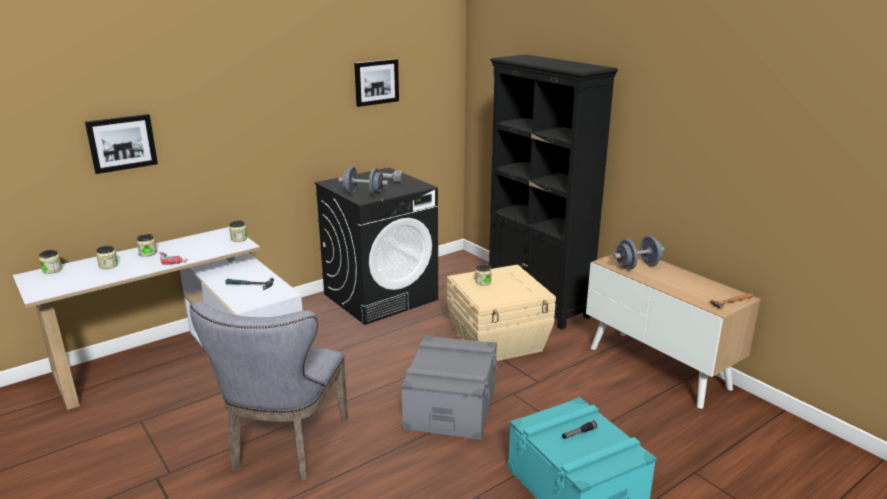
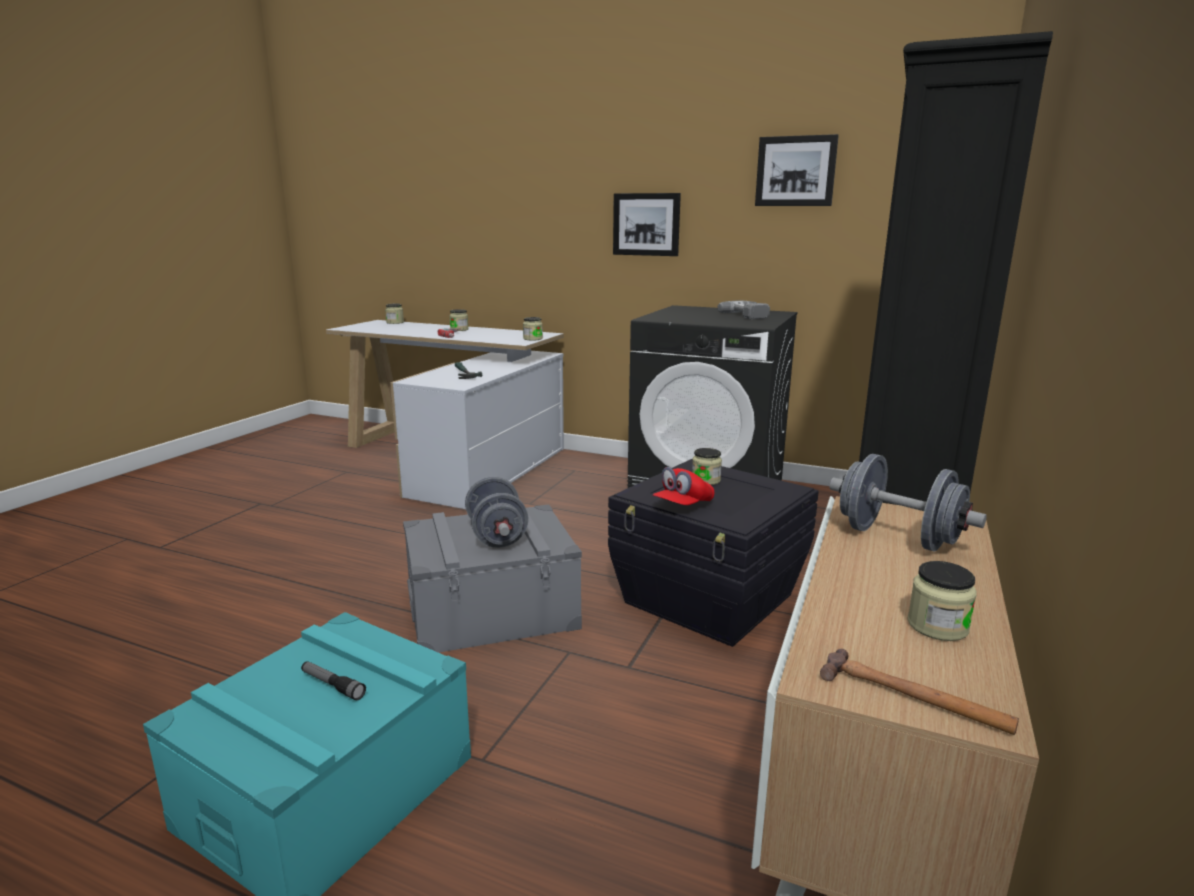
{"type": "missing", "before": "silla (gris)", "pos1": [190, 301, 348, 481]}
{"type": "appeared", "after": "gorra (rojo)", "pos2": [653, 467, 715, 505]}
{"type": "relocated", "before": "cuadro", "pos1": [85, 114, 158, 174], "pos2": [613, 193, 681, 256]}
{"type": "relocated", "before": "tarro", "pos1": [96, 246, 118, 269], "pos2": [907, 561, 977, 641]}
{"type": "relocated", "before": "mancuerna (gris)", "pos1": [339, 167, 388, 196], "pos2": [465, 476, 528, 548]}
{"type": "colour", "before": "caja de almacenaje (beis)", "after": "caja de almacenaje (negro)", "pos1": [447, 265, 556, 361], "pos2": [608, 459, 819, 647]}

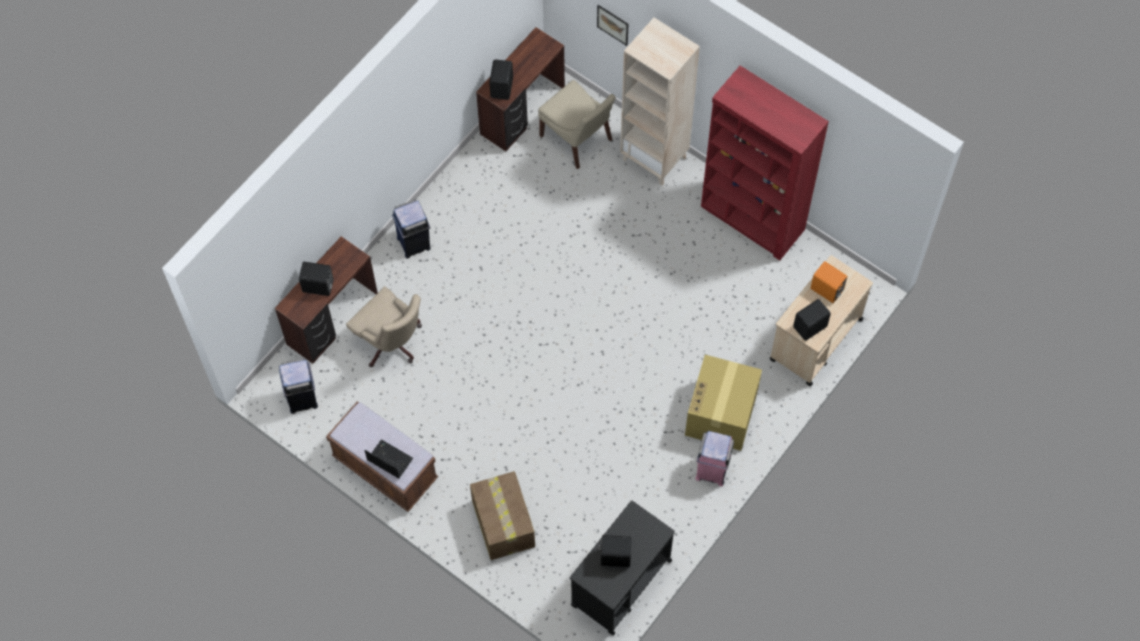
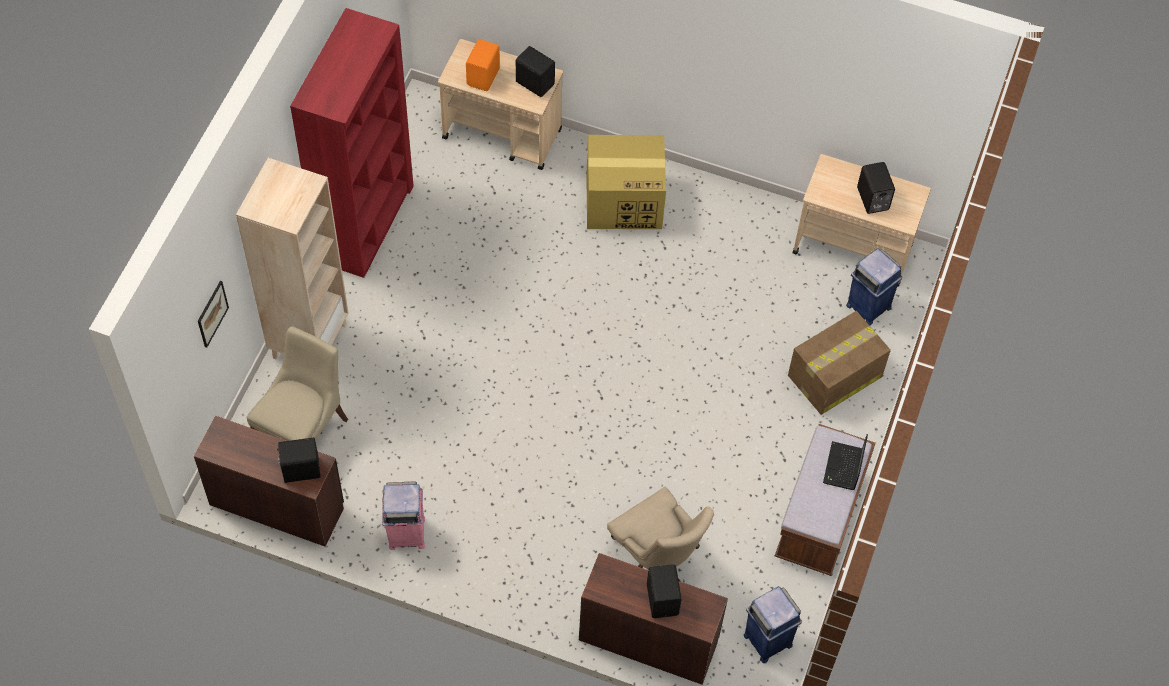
{"type": "relocated", "before": "papelera (azul)", "pos1": [392, 200, 431, 258], "pos2": [846, 248, 902, 326]}
{"type": "relocated", "before": "papelera (rosa)", "pos1": [696, 431, 734, 486], "pos2": [382, 481, 425, 550]}
{"type": "colour", "before": "carrito (negro)", "after": "carrito (beis)", "pos1": [570, 501, 675, 635], "pos2": [793, 154, 931, 287]}
{"type": "spun", "before": "silla de oficina (beis)", "pos1": [346, 286, 422, 367], "pos2": [607, 487, 714, 582], "turn": 120}

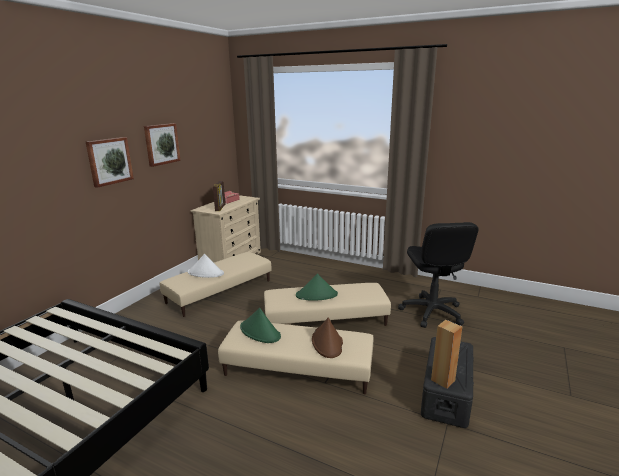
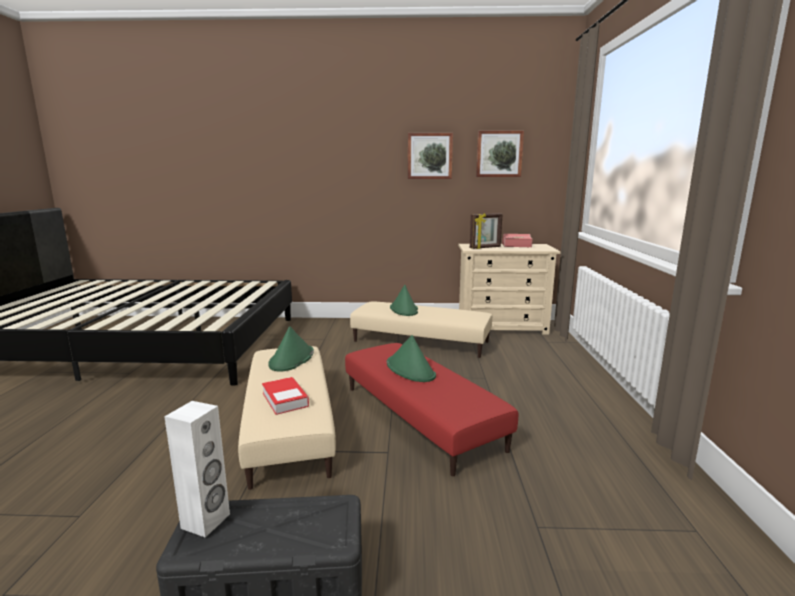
{"type": "missing", "before": "silla de oficina (negro)", "pos1": [398, 222, 479, 328]}
{"type": "relocated", "before": "cuadro", "pos1": [86, 137, 134, 188], "pos2": [476, 130, 524, 177]}
{"type": "exchanged", "before": "sombrero (marrón)", "after": "libro", "pos1": [312, 318, 343, 358], "pos2": [262, 377, 309, 415]}
{"type": "colour", "before": "sombrero (blanco)", "after": "sombrero (verde)", "pos1": [188, 254, 224, 278], "pos2": [390, 285, 418, 316]}
{"type": "colour", "before": "puf (beis)", "after": "puf (rojo)", "pos1": [264, 283, 391, 326], "pos2": [345, 343, 518, 476]}
{"type": "colour", "before": "altavoz (marrón)", "after": "altavoz (blanco)", "pos1": [431, 320, 462, 389], "pos2": [164, 401, 230, 538]}

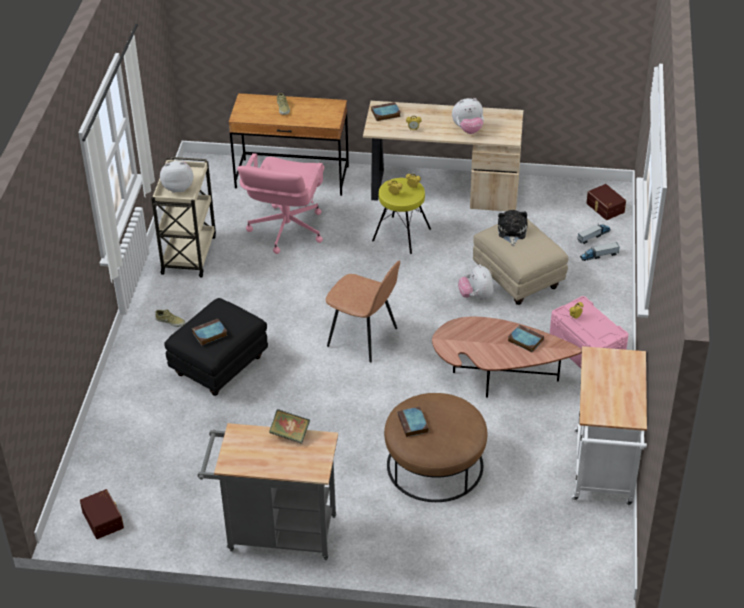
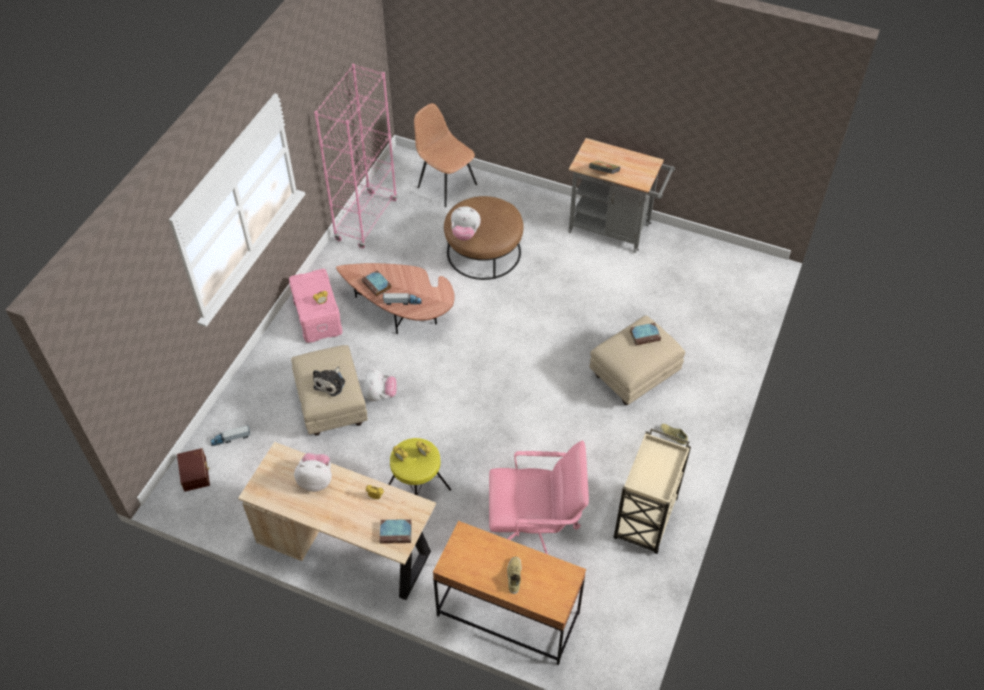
{"type": "missing", "before": "caja de almacenaje (marrón)", "pos1": [80, 489, 124, 539]}
{"type": "missing", "before": "libro", "pos1": [398, 407, 429, 437]}
{"type": "relocated", "before": "peluche", "pos1": [160, 161, 193, 193], "pos2": [451, 206, 481, 241]}
{"type": "relocated", "before": "silla (marrón)", "pos1": [326, 260, 400, 362], "pos2": [414, 103, 477, 207]}
{"type": "relocated", "before": "camión de juguete", "pos1": [580, 242, 620, 261], "pos2": [383, 293, 422, 305]}
{"type": "exchanged", "before": "carrito (blanco)", "after": "estantería (rosa)", "pos1": [571, 346, 647, 506], "pos2": [314, 64, 398, 249]}
{"type": "colour", "before": "puf (negro)", "after": "puf (beis)", "pos1": [164, 298, 268, 396], "pos2": [589, 316, 685, 405]}
{"type": "spun", "before": "silla de oficina (rosa)", "pos1": [237, 153, 324, 254], "pos2": [489, 441, 589, 554], "turn": 60}

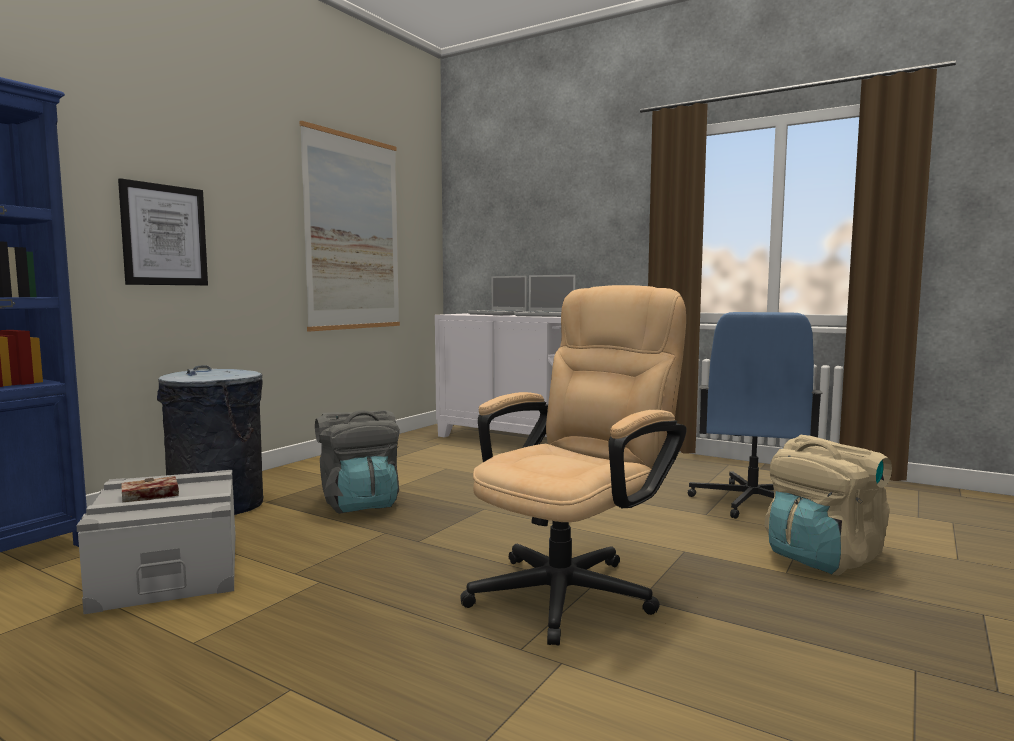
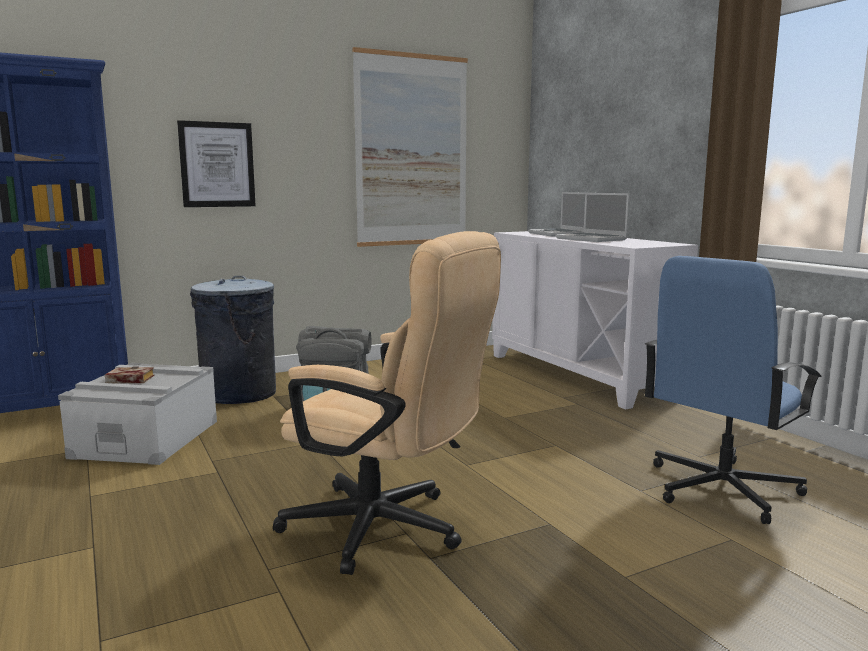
{"type": "missing", "before": "mochila (beis)", "pos1": [765, 435, 892, 576]}
{"type": "spun", "before": "silla de oficina (beis)", "pos1": [460, 285, 687, 646], "pos2": [273, 231, 501, 575], "turn": 45}

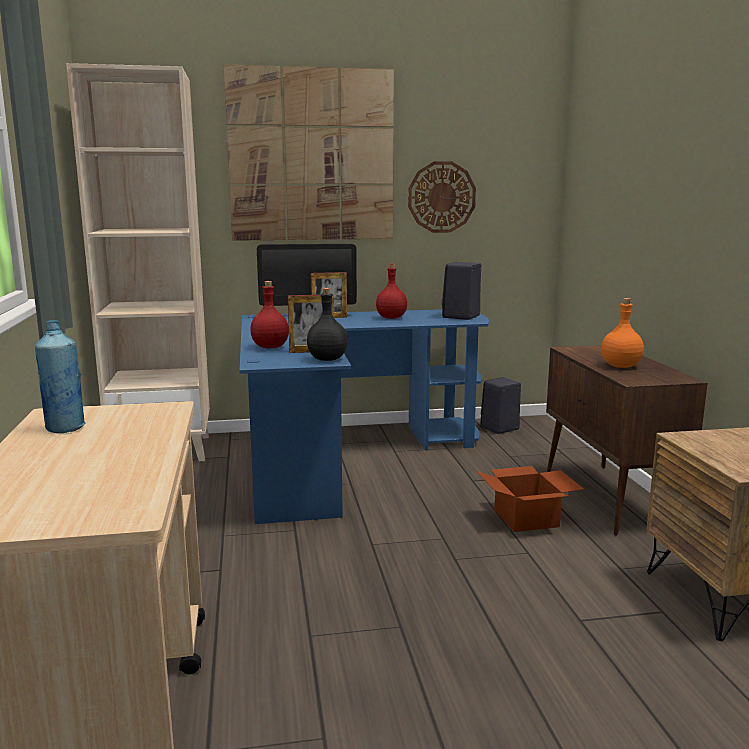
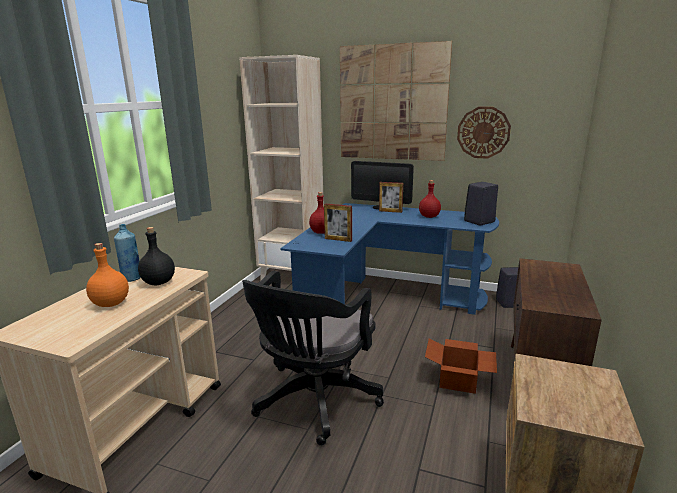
{"type": "appeared", "after": "silla de oficina (negro)", "pos2": [242, 271, 384, 446]}
{"type": "relocated", "before": "botella (negro)", "pos1": [307, 288, 348, 361], "pos2": [138, 227, 175, 285]}
{"type": "relocated", "before": "botella (naranja)", "pos1": [601, 298, 644, 368], "pos2": [86, 243, 129, 307]}

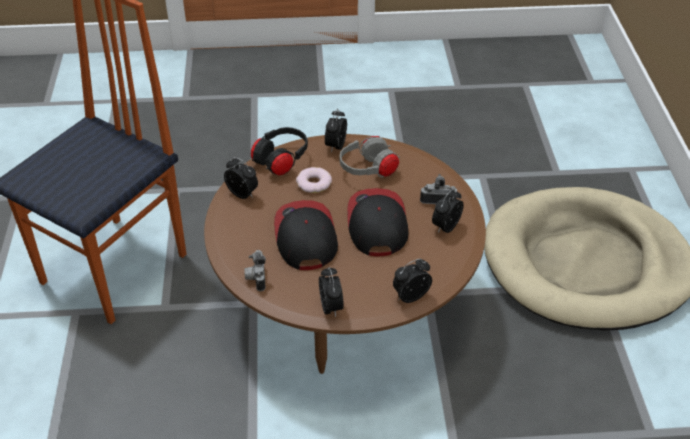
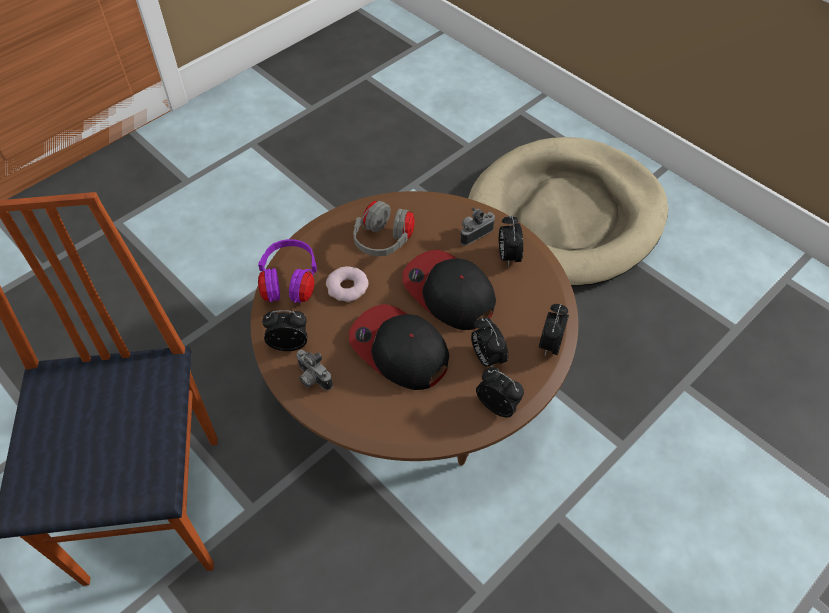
{"type": "relocated", "before": "cámara", "pos1": [244, 250, 266, 291], "pos2": [296, 350, 333, 390]}
{"type": "relocated", "before": "despertador", "pos1": [325, 108, 347, 153], "pos2": [471, 317, 508, 367]}
{"type": "colour", "before": "auriculares (negro)", "after": "auriculares (morado)", "pos1": [251, 127, 308, 175], "pos2": [258, 239, 317, 303]}

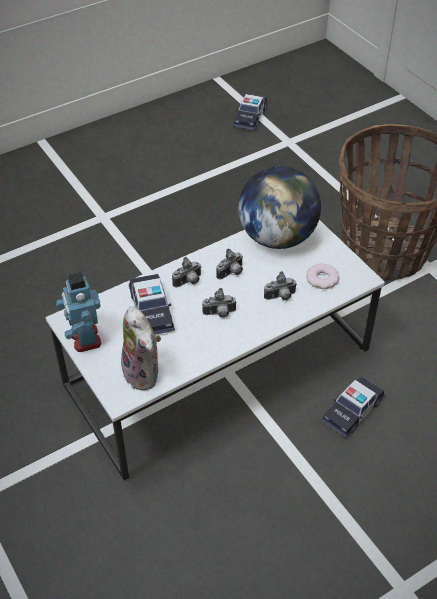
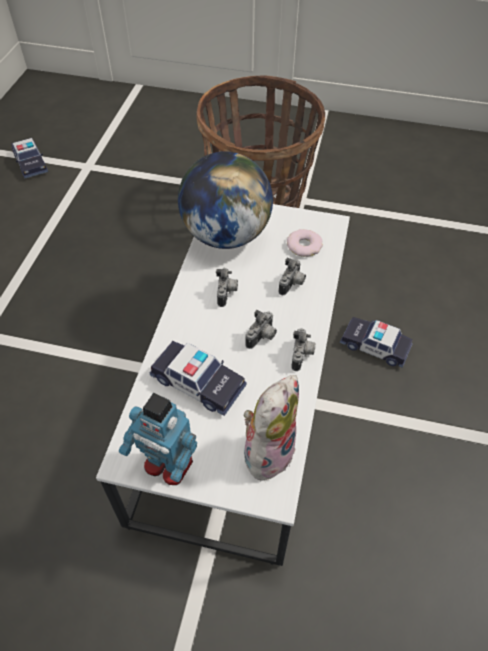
{"type": "relocated", "before": "cámara", "pos1": [172, 257, 202, 288], "pos2": [291, 328, 316, 371]}
{"type": "spun", "before": "peluche", "pos1": [121, 306, 161, 390], "pos2": [244, 375, 299, 484], "turn": -75}
{"type": "spun", "before": "coche de juguete", "pos1": [321, 376, 385, 438], "pos2": [340, 317, 413, 368], "turn": 120}

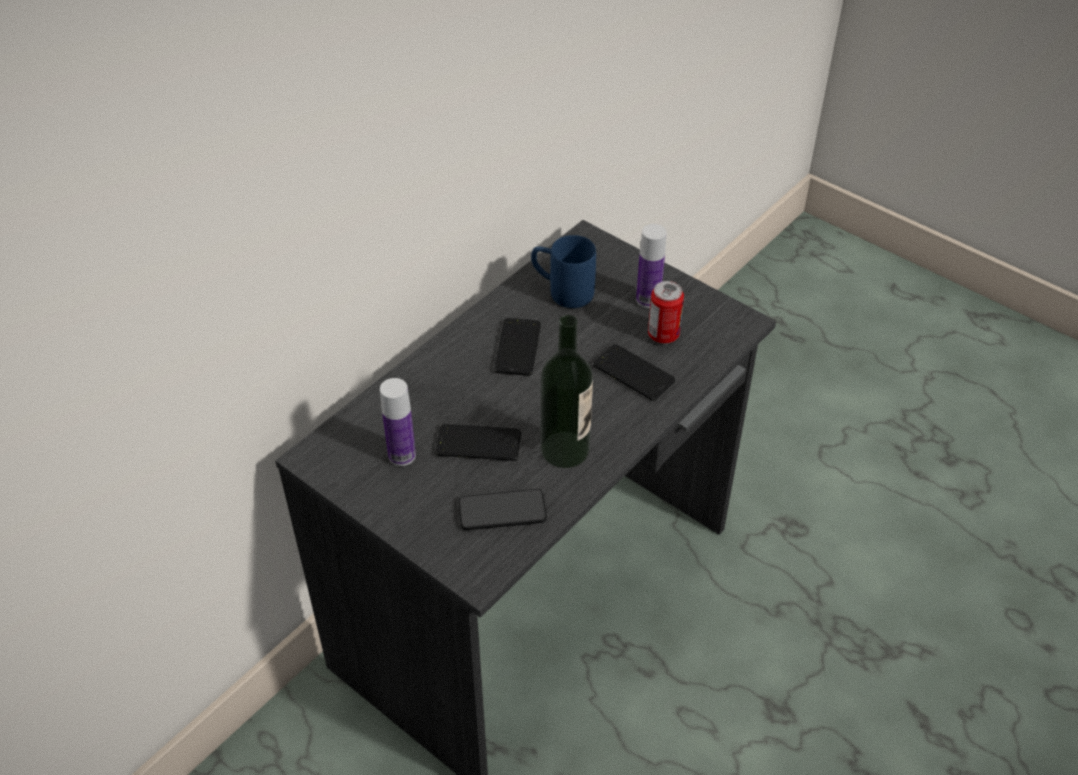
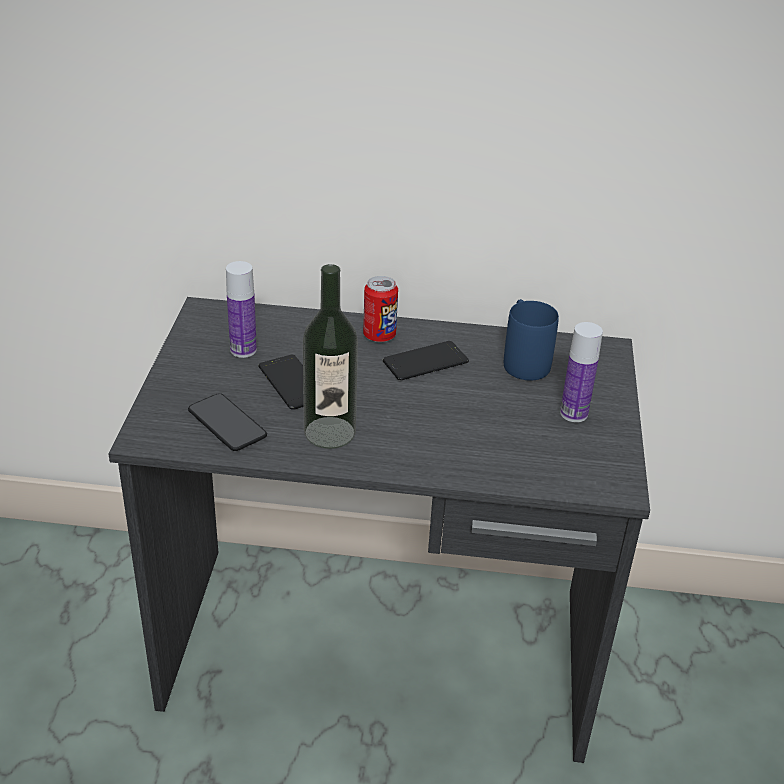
{"type": "missing", "before": "móvil", "pos1": [593, 344, 675, 401]}
{"type": "relocated", "before": "lata", "pos1": [648, 281, 684, 343], "pos2": [363, 276, 398, 342]}

